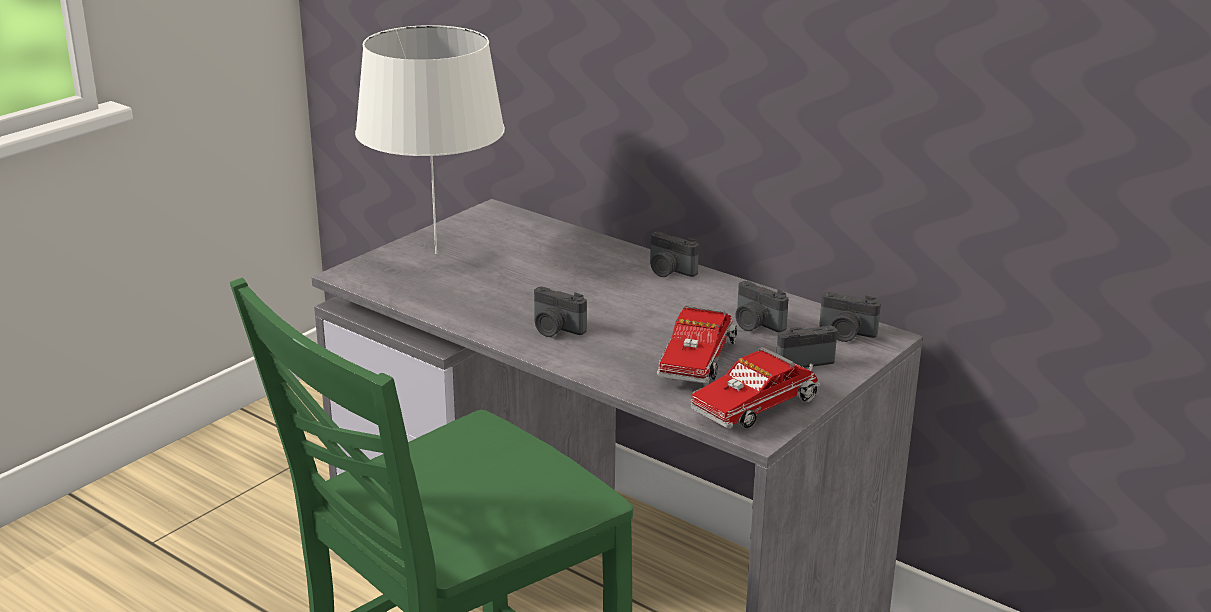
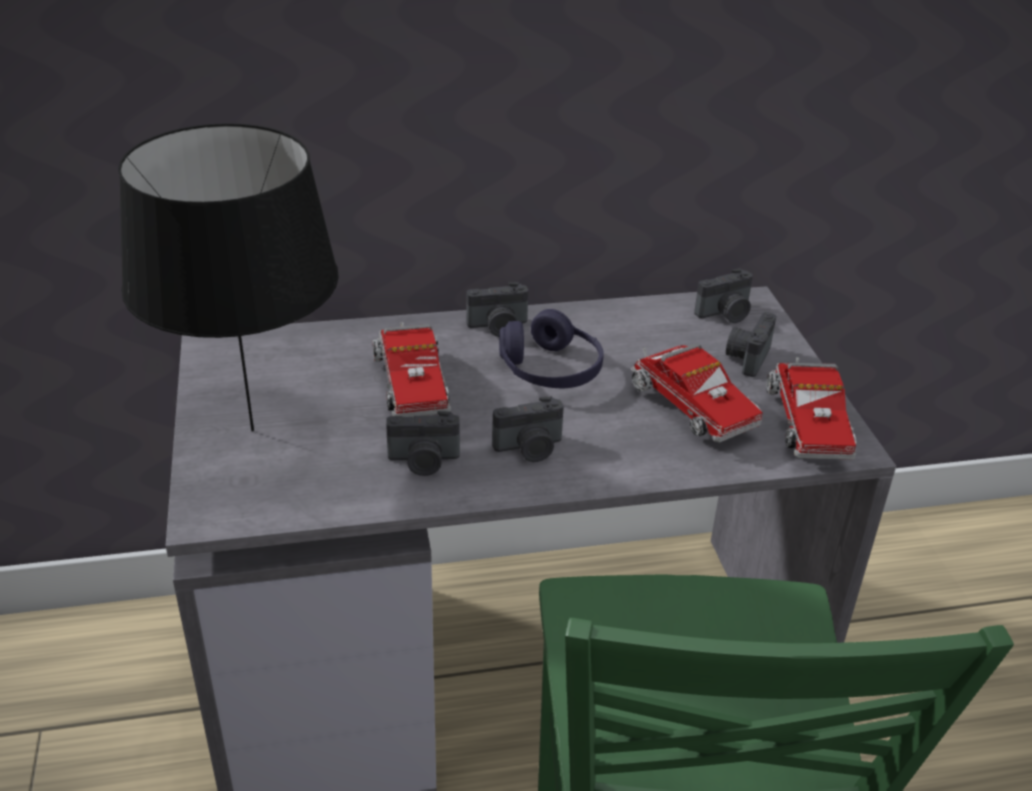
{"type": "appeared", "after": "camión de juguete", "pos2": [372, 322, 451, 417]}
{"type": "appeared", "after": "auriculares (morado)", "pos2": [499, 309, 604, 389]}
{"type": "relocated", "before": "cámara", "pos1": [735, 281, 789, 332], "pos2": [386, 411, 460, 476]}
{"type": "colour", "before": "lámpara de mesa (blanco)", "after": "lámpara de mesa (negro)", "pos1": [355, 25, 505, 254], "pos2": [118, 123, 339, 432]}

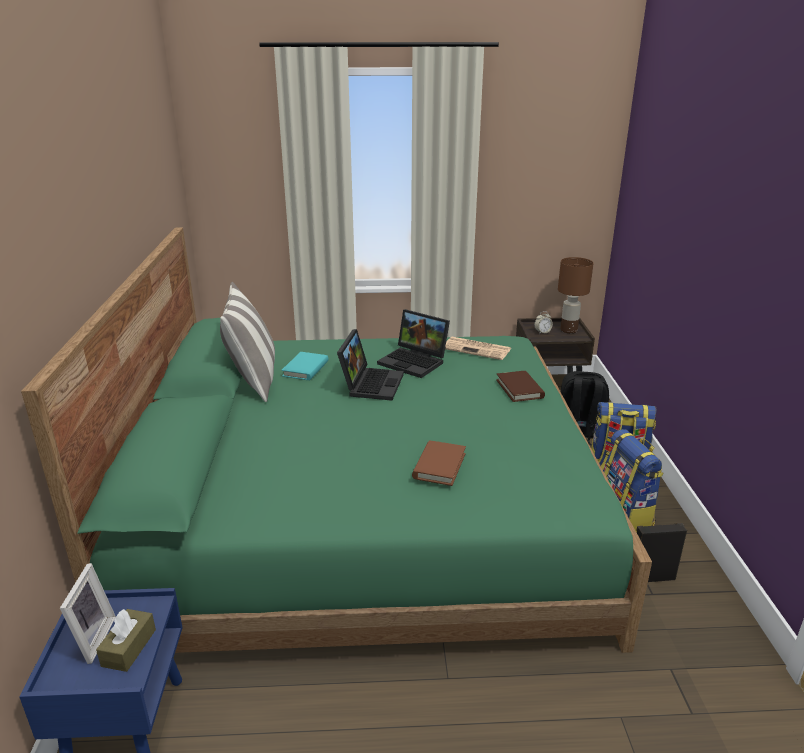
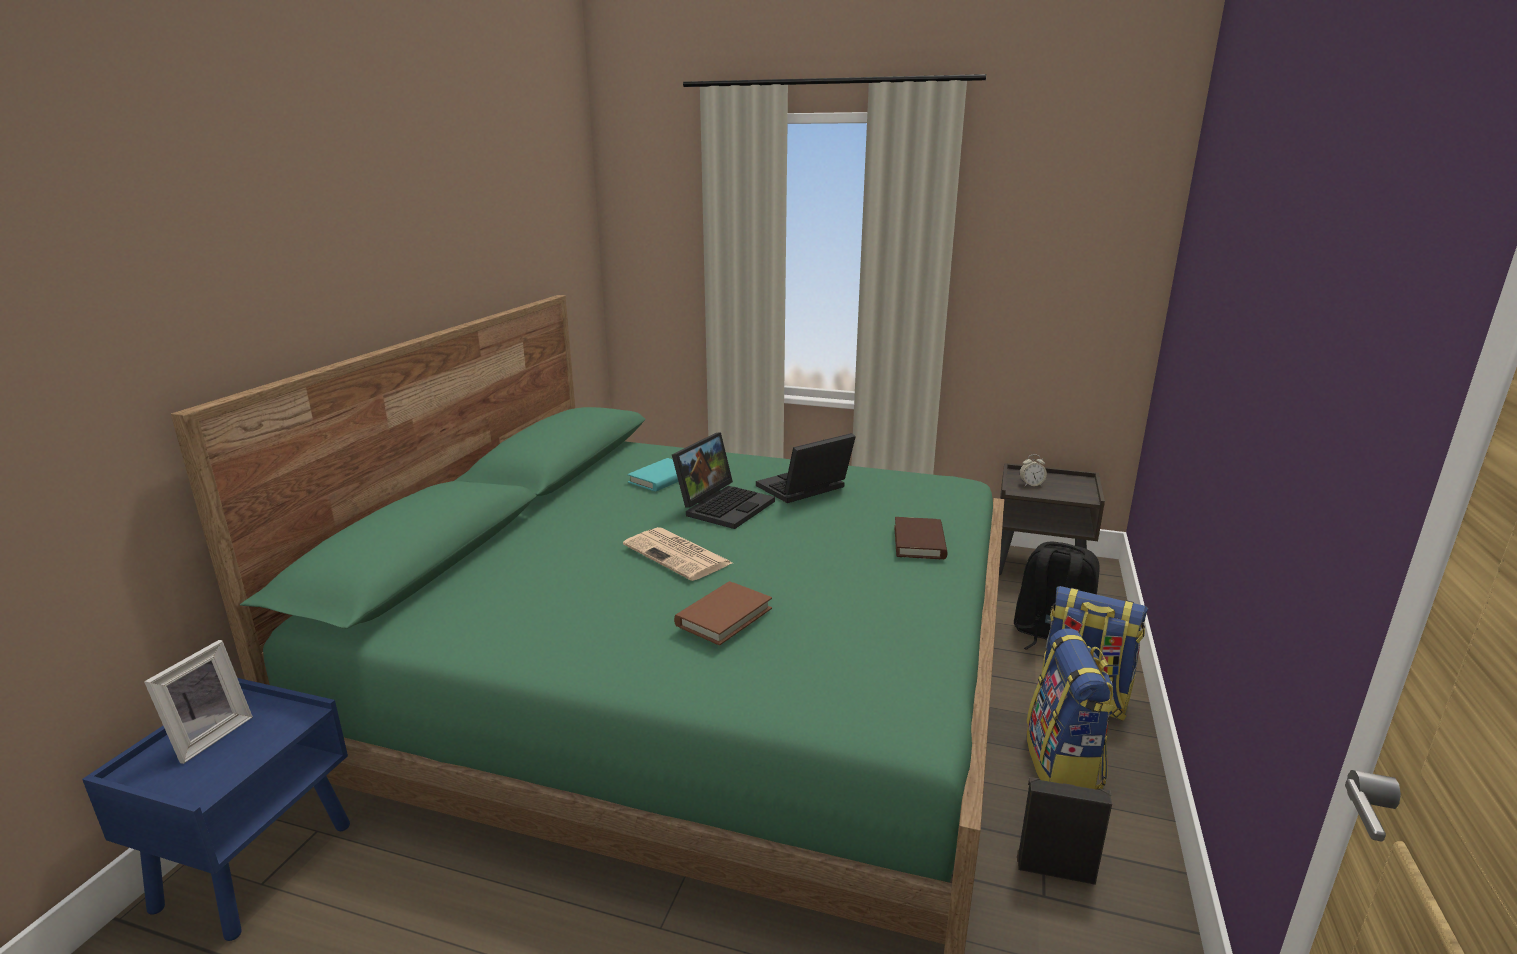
{"type": "missing", "before": "caja de pañuelos (marrón)", "pos1": [96, 609, 156, 672]}
{"type": "missing", "before": "cojín", "pos1": [220, 282, 275, 402]}
{"type": "missing", "before": "lámpara de mesa (marrón)", "pos1": [558, 257, 594, 333]}
{"type": "relocated", "before": "periódico", "pos1": [445, 337, 511, 360], "pos2": [623, 527, 732, 581]}
{"type": "spun", "before": "portátil", "pos1": [377, 309, 450, 378], "pos2": [756, 433, 856, 503], "turn": 90}

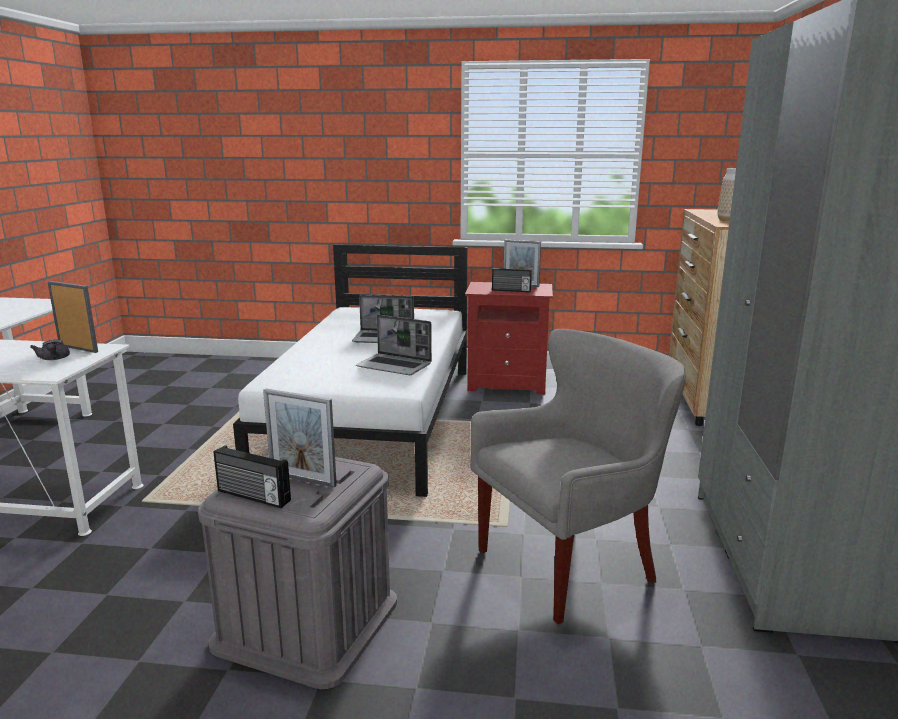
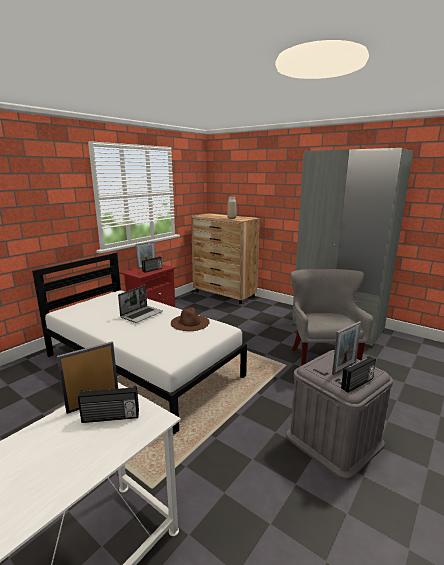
{"type": "exchanged", "before": "tetera (gris)", "after": "radio", "pos1": [30, 340, 70, 360], "pos2": [78, 386, 139, 423]}
{"type": "exchanged", "before": "portátil", "after": "sombrero (marrón)", "pos1": [356, 315, 432, 375], "pos2": [171, 308, 210, 331]}

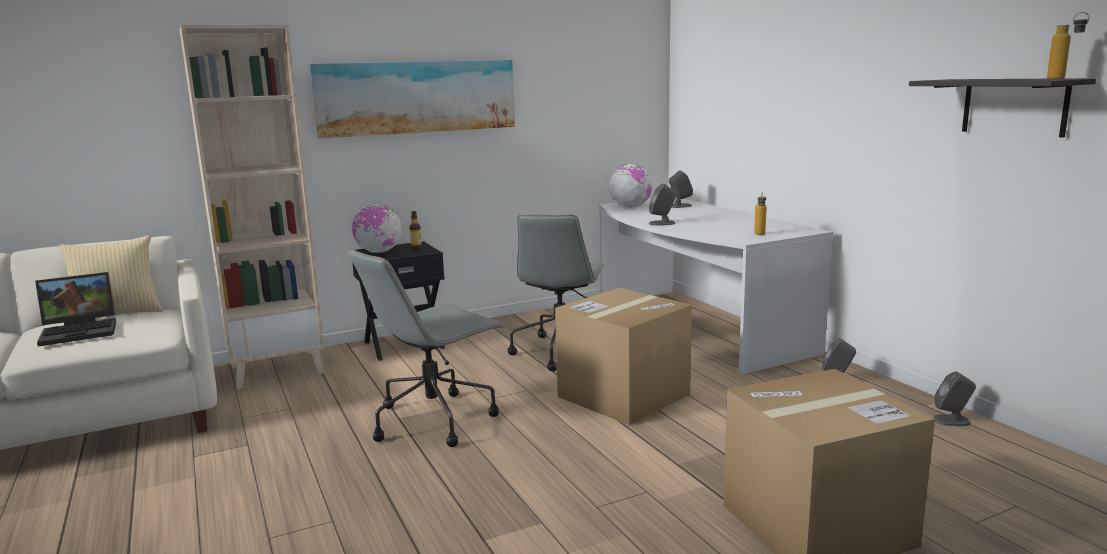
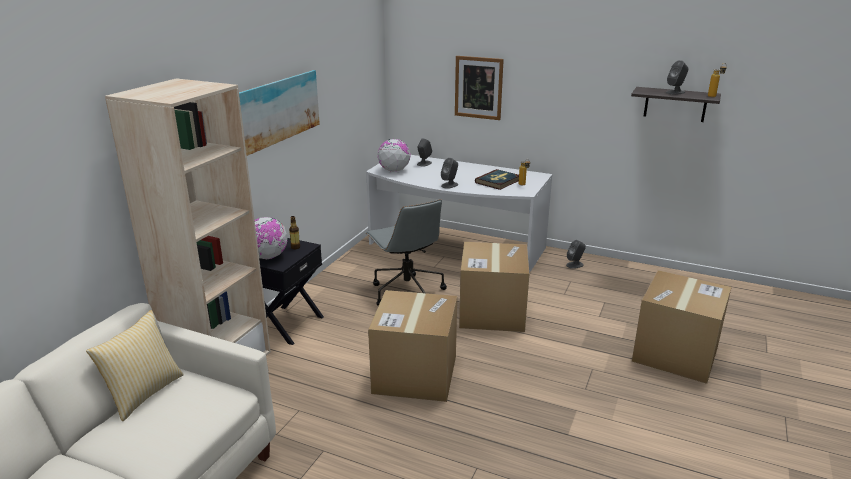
{"type": "missing", "before": "portátil", "pos1": [35, 272, 116, 347]}
{"type": "appeared", "after": "cuadro", "pos2": [455, 56, 504, 120]}
{"type": "appeared", "after": "libro", "pos2": [475, 169, 519, 190]}
{"type": "relocated", "before": "altavoz (gris)", "pos1": [933, 371, 976, 426], "pos2": [666, 60, 688, 95]}
{"type": "exchanged", "before": "silla de oficina (gris)", "after": "caja de cartón", "pos1": [348, 248, 506, 447], "pos2": [368, 290, 457, 402]}

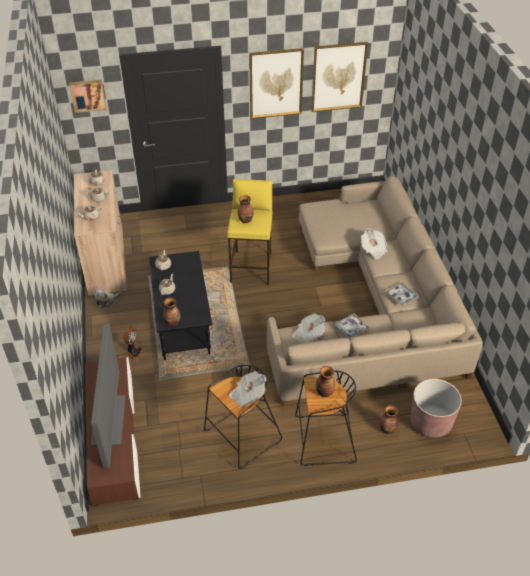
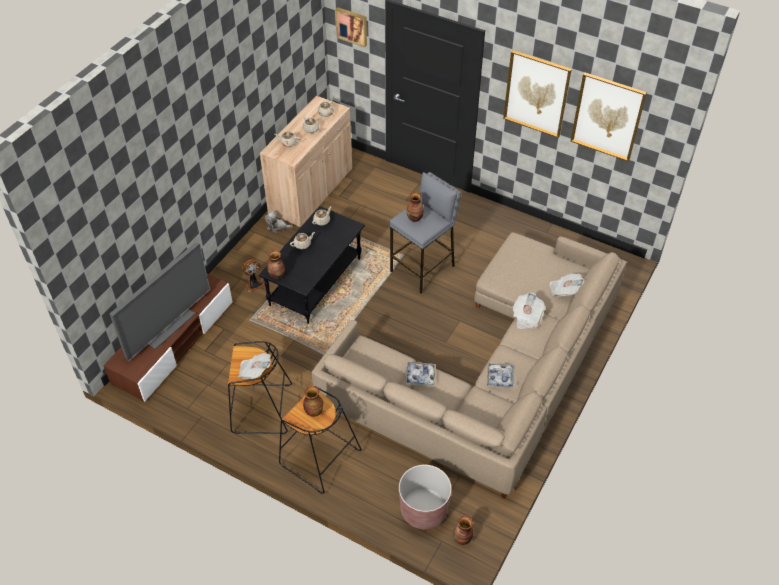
{"type": "relocated", "before": "periódico", "pos1": [292, 313, 325, 343], "pos2": [549, 274, 584, 296]}
{"type": "relocated", "before": "florero", "pos1": [379, 405, 398, 434], "pos2": [453, 516, 473, 545]}
{"type": "colour", "before": "taburete (amarillo)", "after": "taburete (gris)", "pos1": [227, 179, 273, 285], "pos2": [389, 172, 461, 294]}

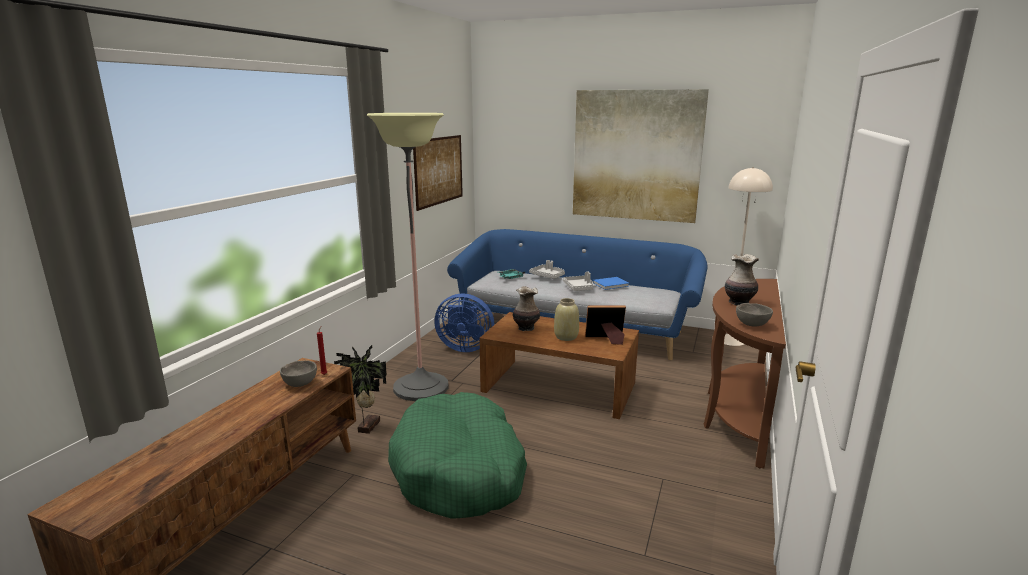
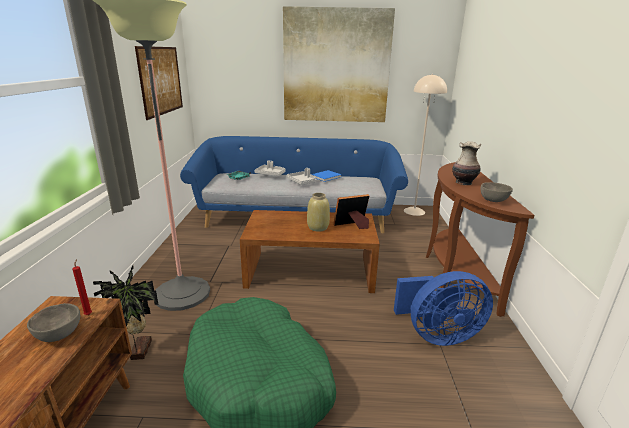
{"type": "missing", "before": "florero", "pos1": [513, 286, 540, 331]}
{"type": "relocated", "before": "ventilador (azul)", "pos1": [434, 294, 495, 352], "pos2": [394, 271, 493, 346]}

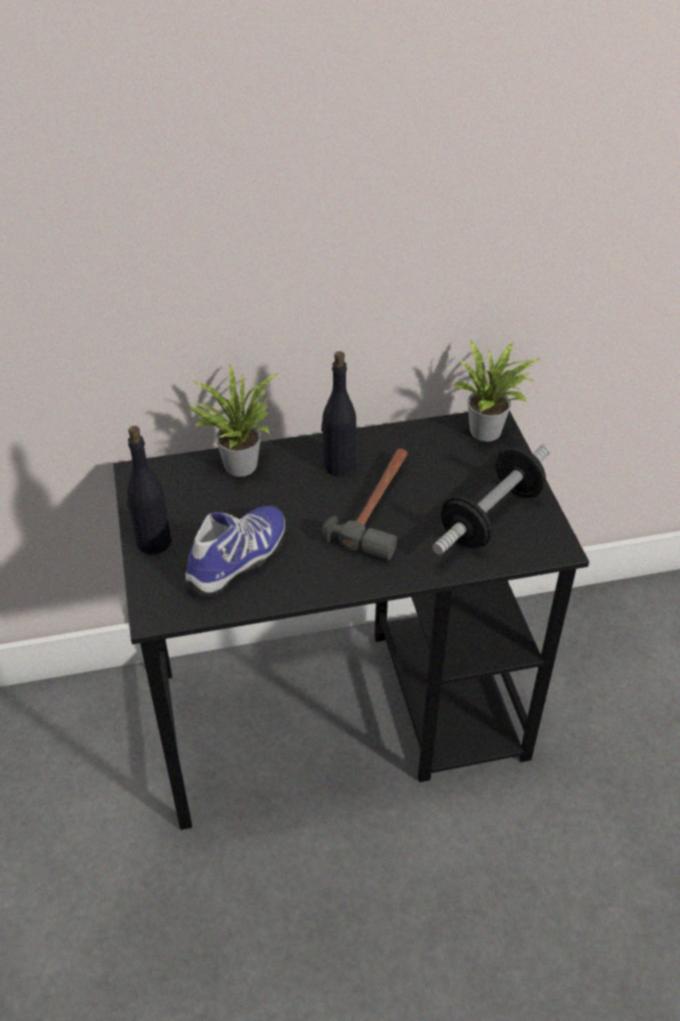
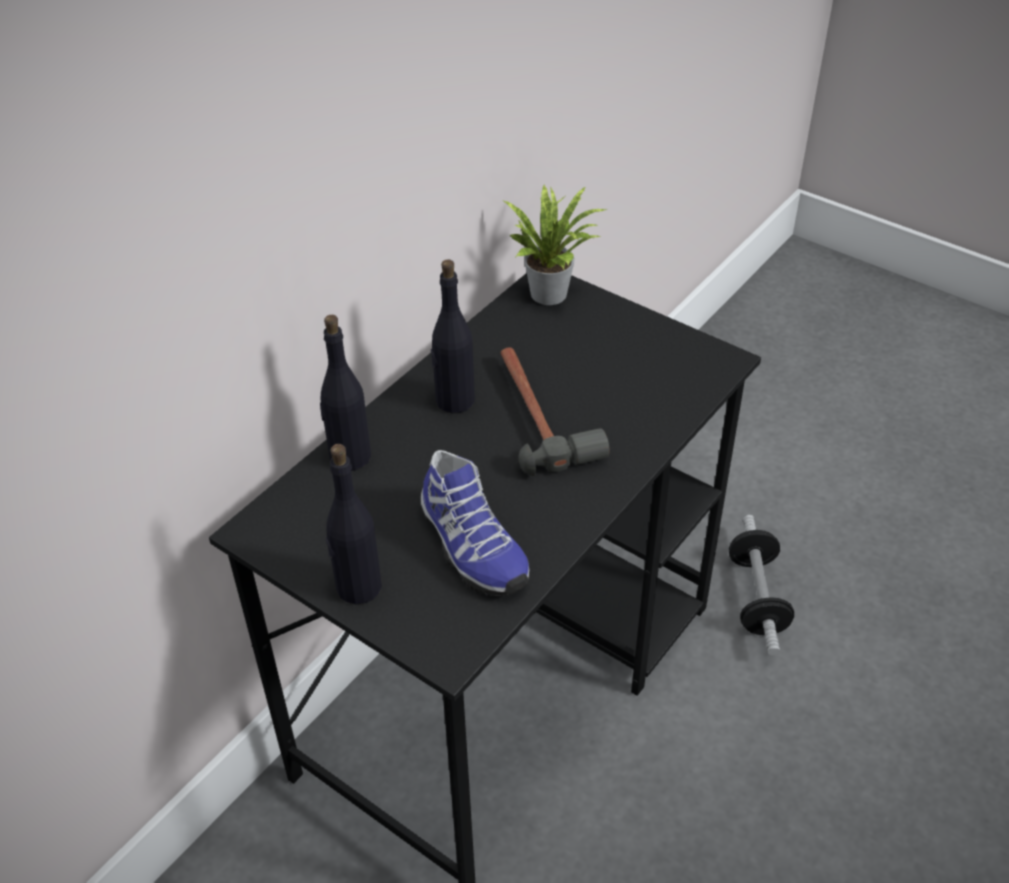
{"type": "relocated", "before": "mancuerna", "pos1": [432, 445, 550, 555], "pos2": [729, 515, 794, 655]}
{"type": "exchanged", "before": "planta en maceta", "after": "botella (negro)", "pos1": [186, 364, 278, 477], "pos2": [320, 315, 371, 471]}
{"type": "spun", "before": "zapato", "pos1": [185, 505, 286, 597], "pos2": [421, 450, 530, 596], "turn": 150}

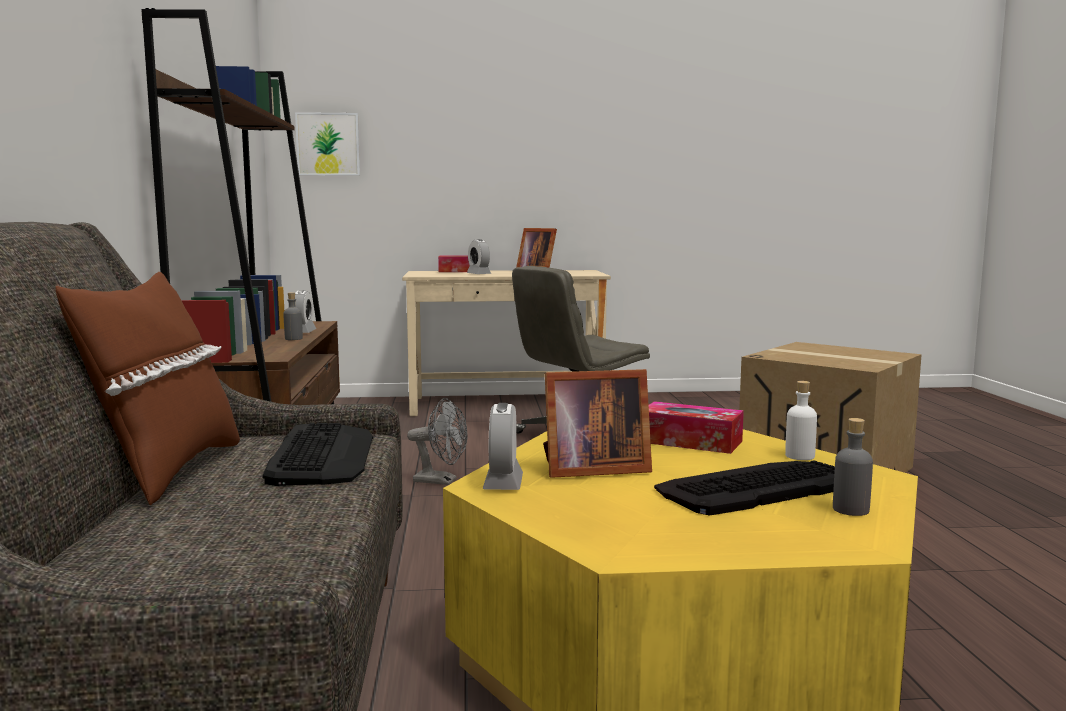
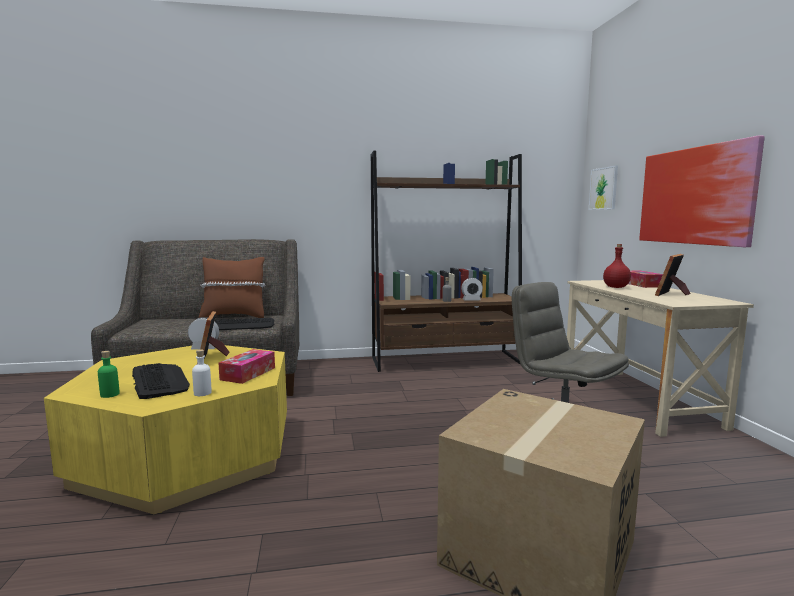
{"type": "missing", "before": "ventilador (gris)", "pos1": [407, 398, 467, 485]}
{"type": "appeared", "after": "cuadro", "pos2": [639, 136, 765, 247]}
{"type": "exchanged", "before": "despertador", "after": "botella (rojo)", "pos1": [467, 239, 491, 274], "pos2": [603, 244, 631, 288]}
{"type": "colour", "before": "botella (gris)", "after": "botella (verde)", "pos1": [833, 418, 873, 516], "pos2": [98, 351, 120, 398]}

